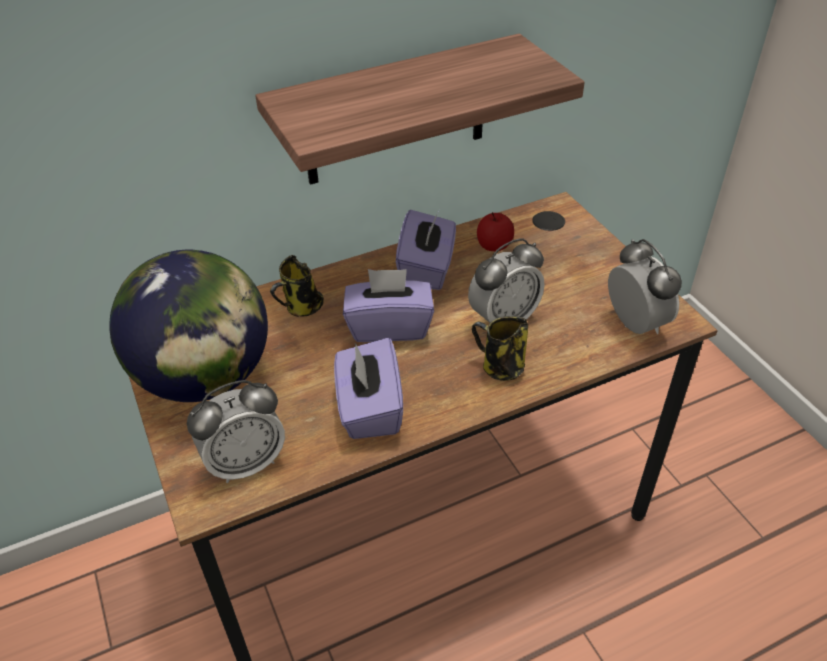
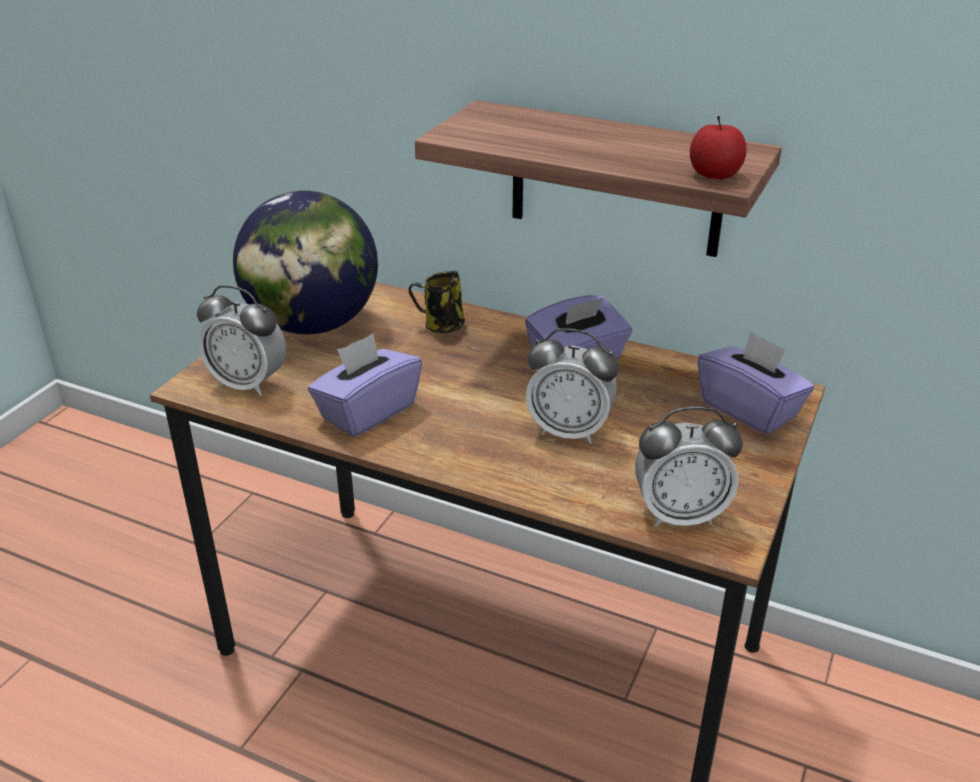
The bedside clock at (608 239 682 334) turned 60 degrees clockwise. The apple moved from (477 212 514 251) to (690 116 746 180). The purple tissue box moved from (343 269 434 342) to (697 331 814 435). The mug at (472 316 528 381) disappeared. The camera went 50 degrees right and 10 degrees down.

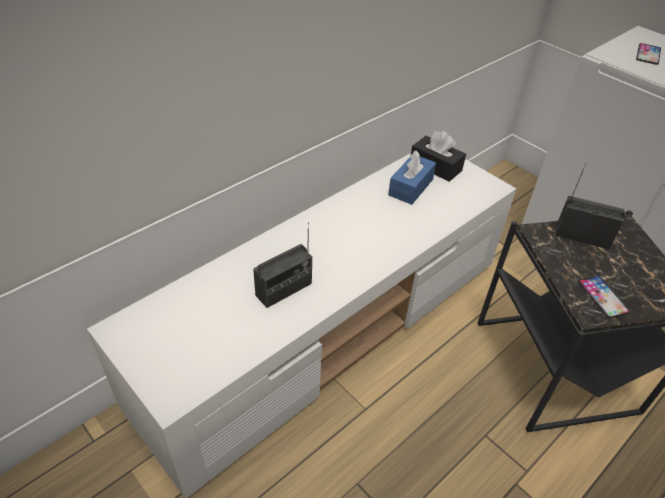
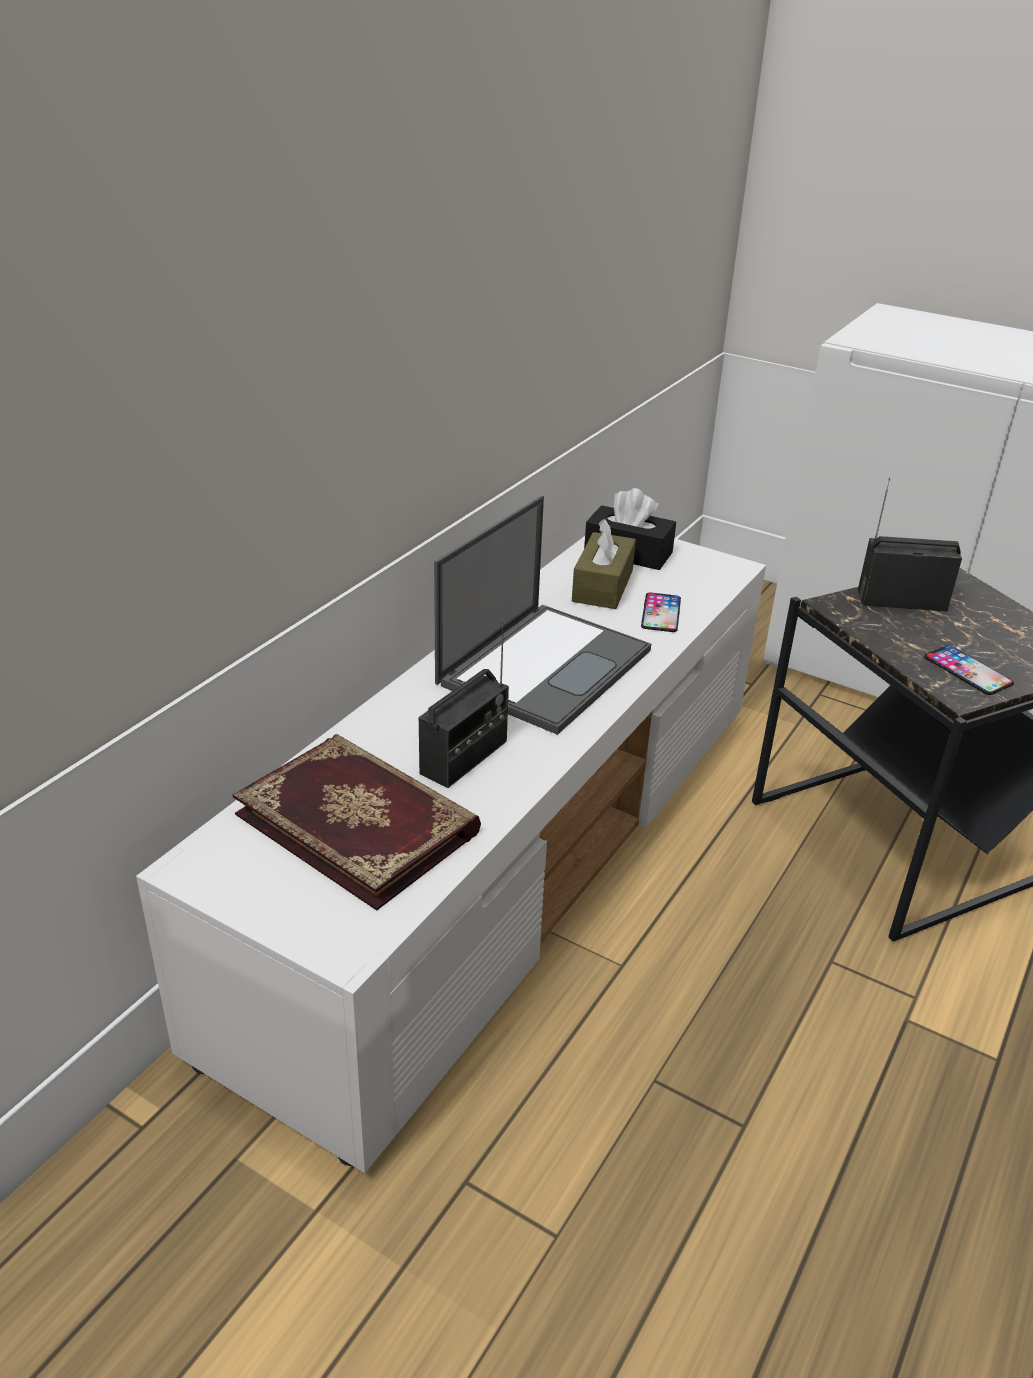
The bound book at (233 734 481 911) appeared. The notebook computer at (434 496 651 735) appeared. The blue-coloured tissue box at (388 151 436 205) became the brown tissue box at (572 519 636 609). The telephone moved from (636 43 661 65) to (641 593 681 632). The camera went 15 degrees left and 10 degrees down.

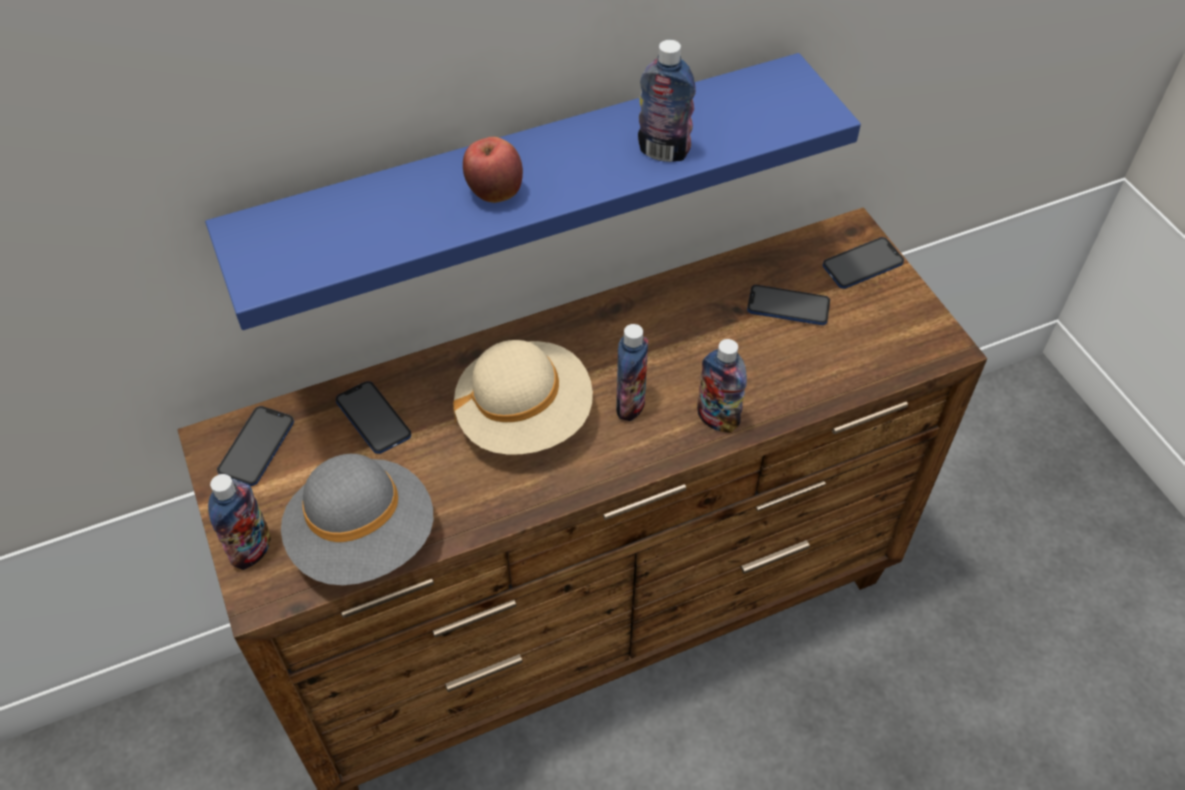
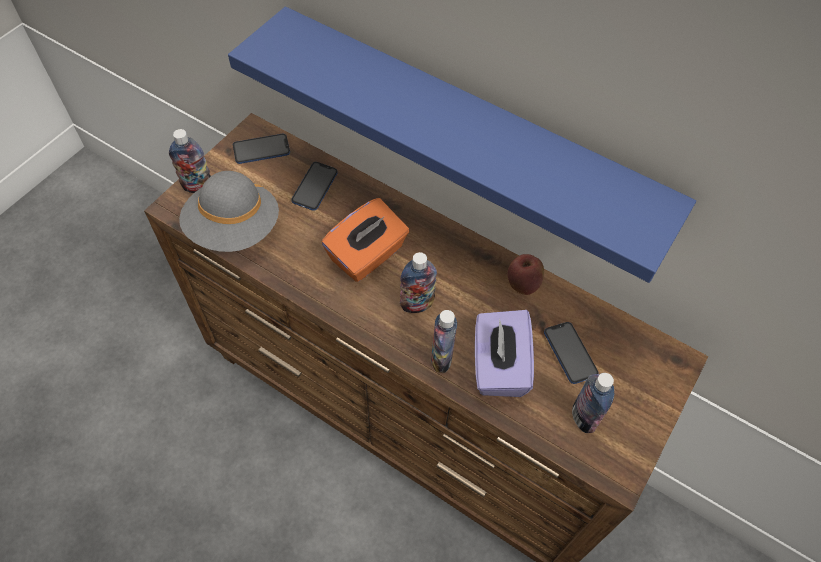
The beige wearable hat at (453 340 593 455) was replaced by the orange-coloured tissue box at (322 198 410 282). The purple tissue box at (475 310 534 397) appeared. The apple moved from (463 137 523 203) to (508 254 544 295). The drink bottle moved from (638 40 696 162) to (572 373 614 433). The telephone at (823 237 904 289) disappeared. The camera went 55 degrees right and 5 degrees up.

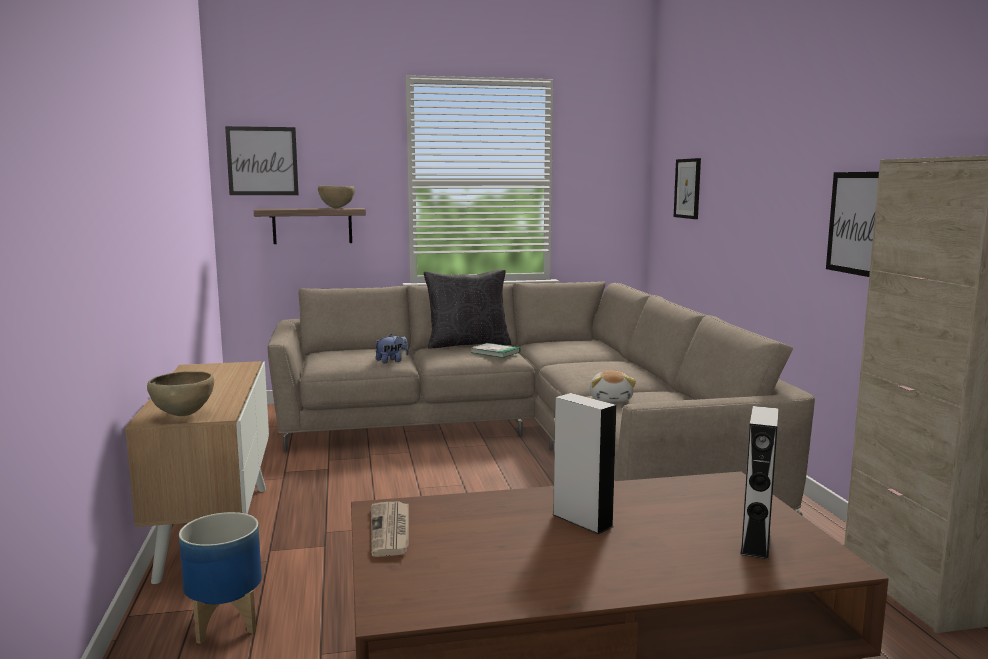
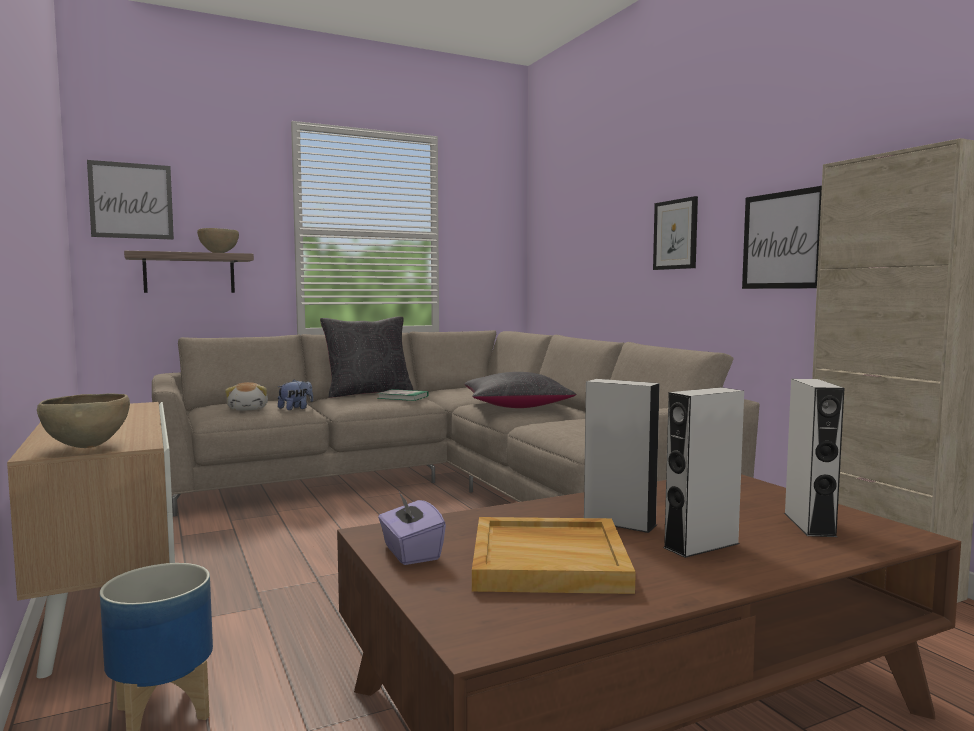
The soft toy moved from (589 371 636 402) to (225 382 268 411). The printed paper at (371 501 409 557) was replaced by the purple tissue box at (378 492 446 565). The black pillow at (465 372 577 408) appeared. The beige carrying tray at (472 517 636 594) appeared. The wall art moved from (674 158 701 219) to (653 196 698 270). The grey loudspeaker at (663 387 744 558) appeared. The camera went 15 degrees left and 5 degrees down.

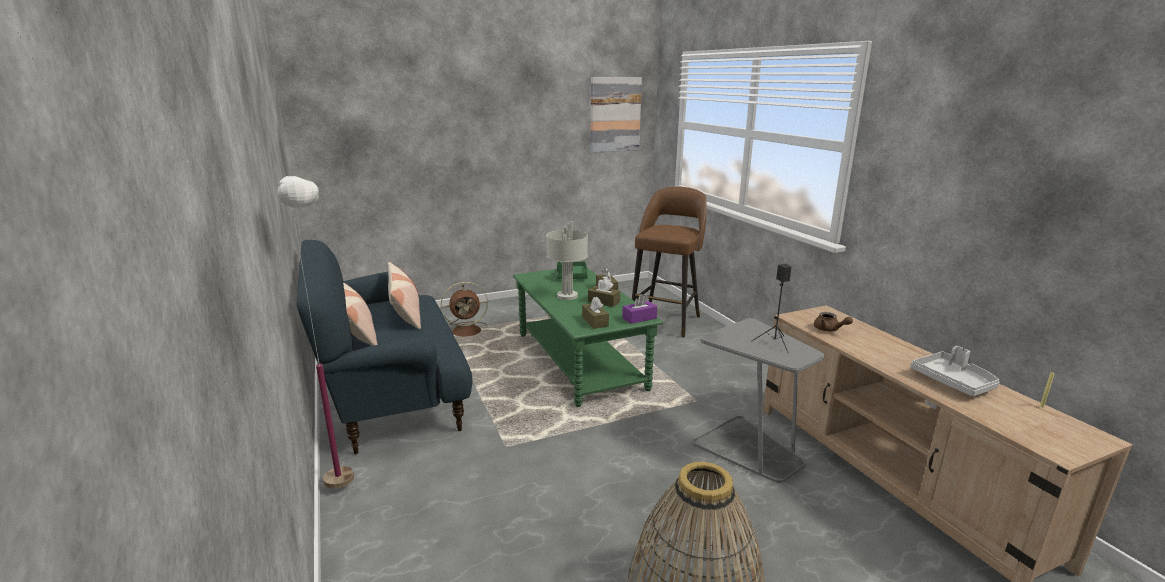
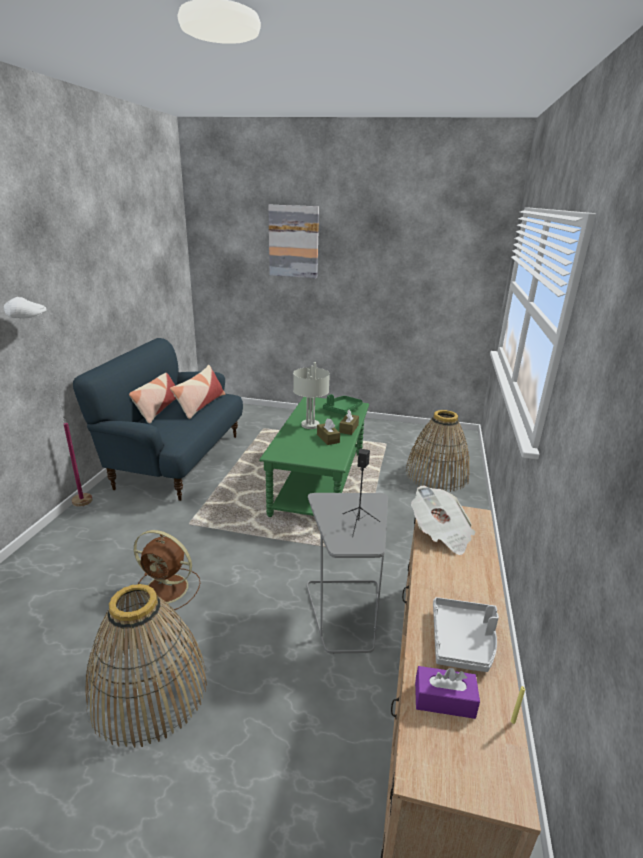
The brown fan moved from (441 282 488 337) to (134 530 200 610). The wall art moved from (591 77 642 153) to (268 205 319 278). The brown stool at (632 187 707 338) was replaced by the storage basket at (406 410 470 492). The brown tea pot at (814 312 853 332) was replaced by the printed paper at (411 485 476 555). The purple tissue box moved from (622 294 657 324) to (415 666 480 719). The brown tissue box at (582 296 609 329) disappeared. The camera went 35 degrees right and 5 degrees up.

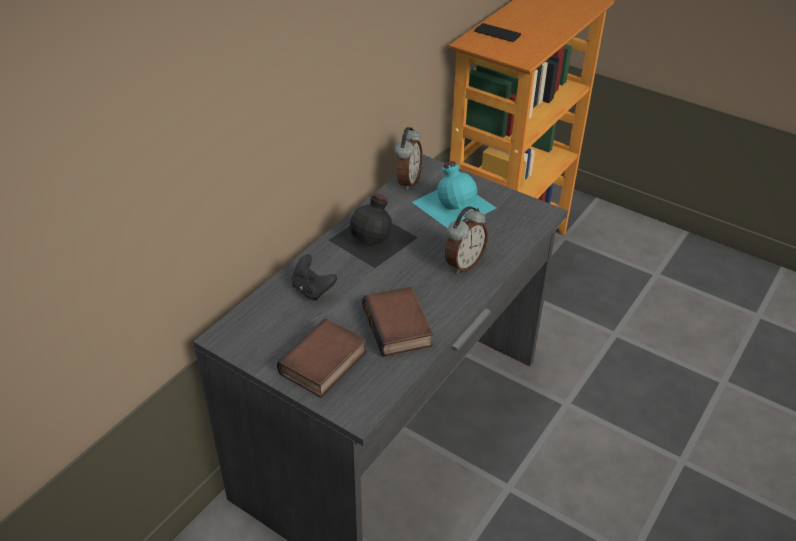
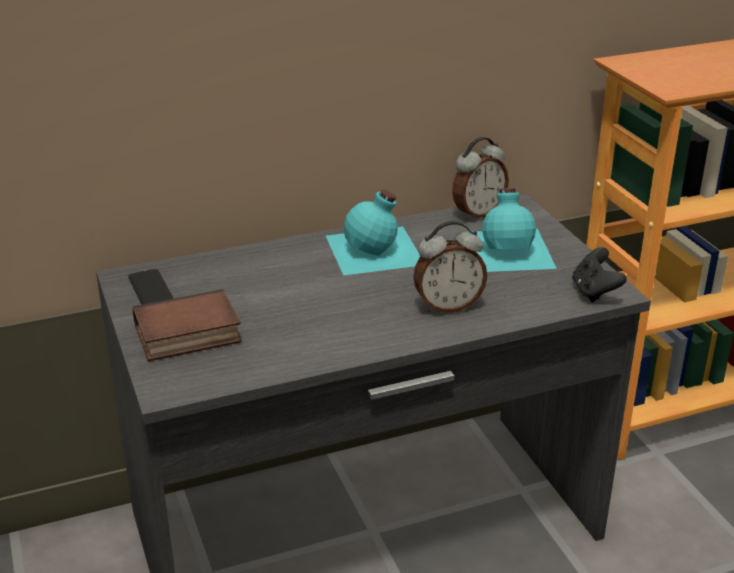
The telephone moved from (475 23 521 42) to (128 269 174 305). The black drink bottle at (329 194 418 268) became the turquoise drink bottle at (326 190 420 275). The black joypad moved from (292 254 337 301) to (572 247 627 302). The bound book at (362 287 433 357) disappeared. The camera went 35 degrees right and 10 degrees down.

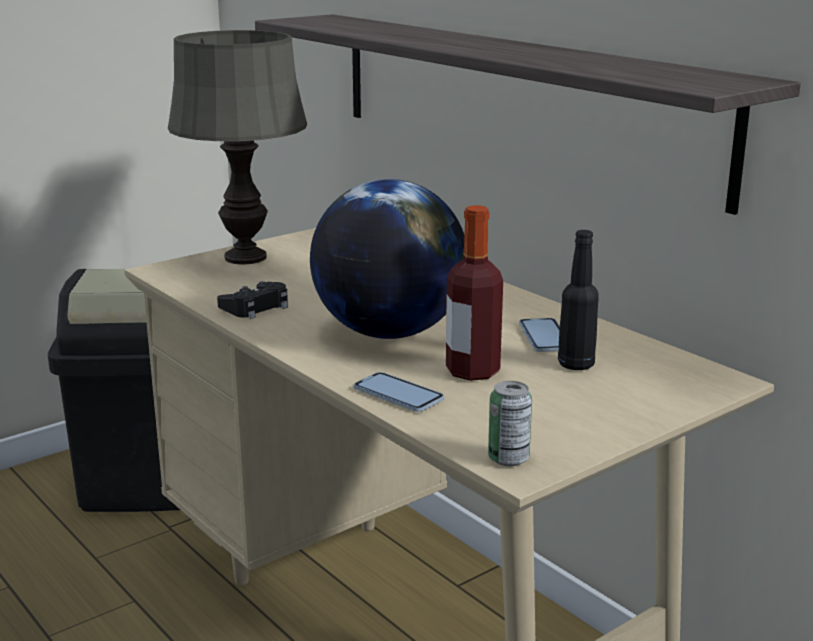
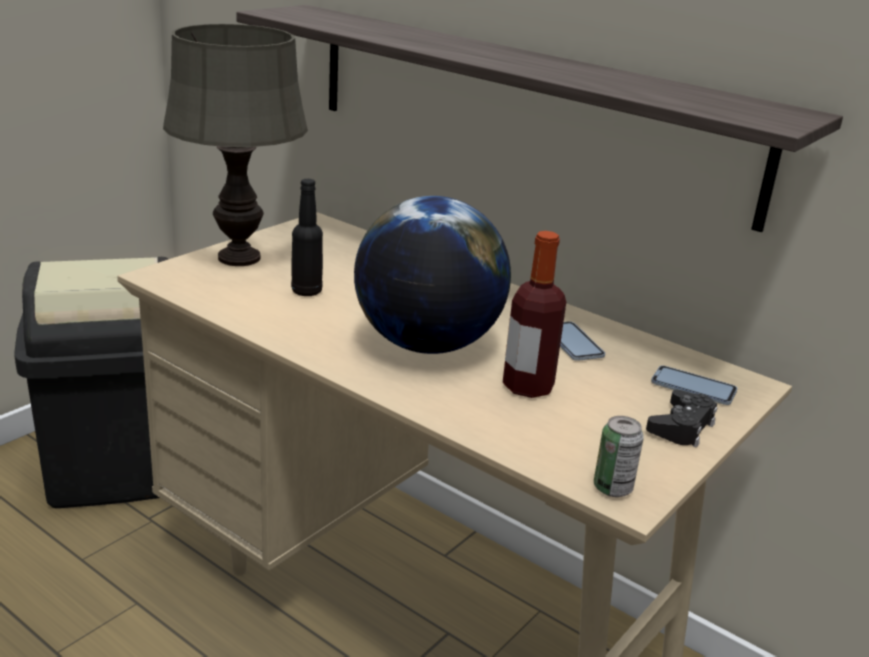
The black drink bottle moved from (558 230 599 370) to (291 179 323 296). The black joypad moved from (217 281 288 319) to (646 390 717 447). The telephone moved from (354 372 444 412) to (651 366 738 405). The camera went 15 degrees left and 5 degrees up.

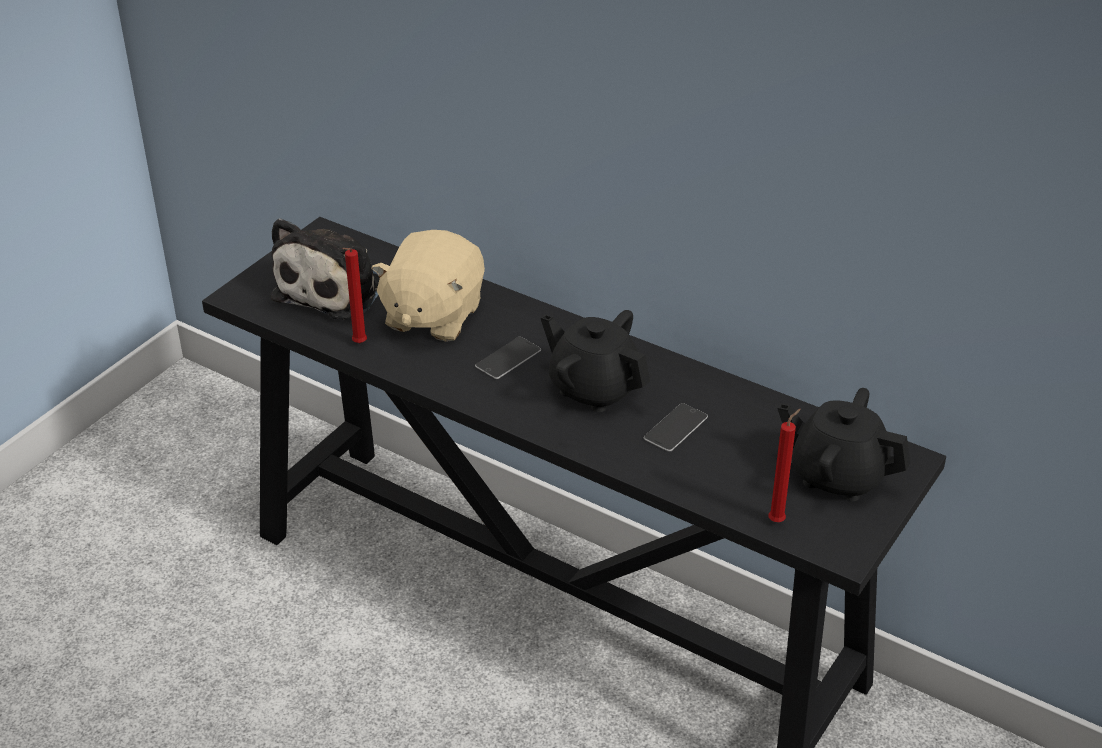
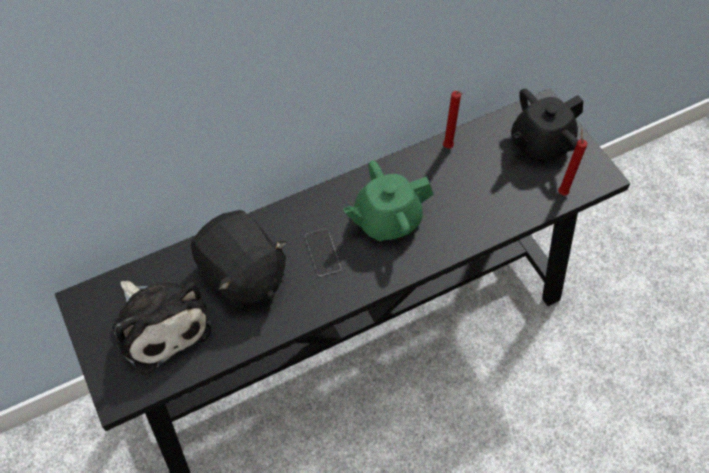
The beige soft toy at (371 230 485 342) became the black soft toy at (191 210 287 310). The black tea pot at (541 310 650 412) became the greenish tea pot at (343 160 434 241). The reddish wax light moved from (343 248 367 343) to (443 91 463 149). The telephone at (644 403 708 452) disappeared. The camera went 60 degrees left and 20 degrees up.

